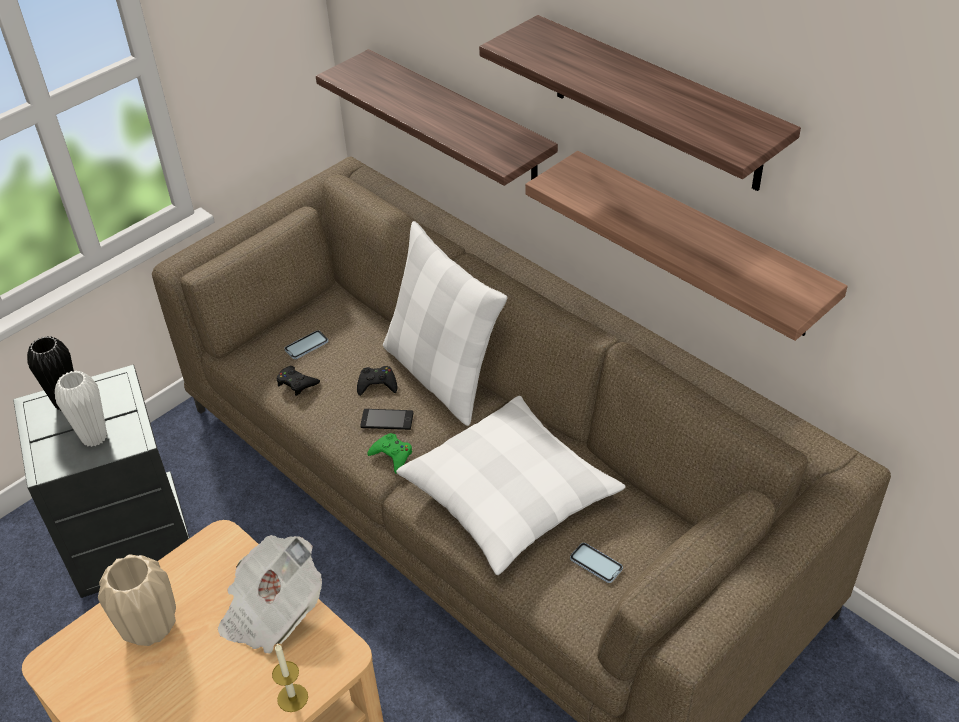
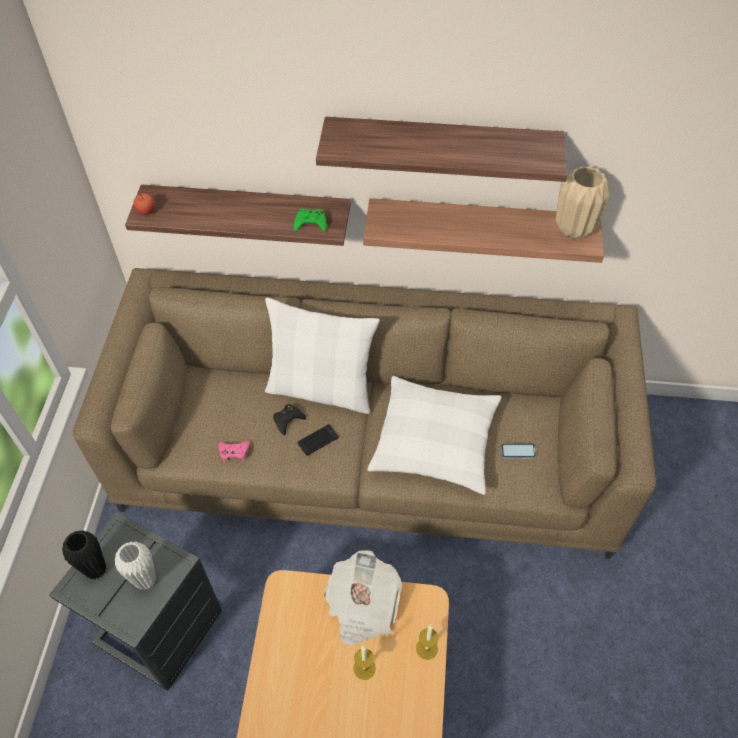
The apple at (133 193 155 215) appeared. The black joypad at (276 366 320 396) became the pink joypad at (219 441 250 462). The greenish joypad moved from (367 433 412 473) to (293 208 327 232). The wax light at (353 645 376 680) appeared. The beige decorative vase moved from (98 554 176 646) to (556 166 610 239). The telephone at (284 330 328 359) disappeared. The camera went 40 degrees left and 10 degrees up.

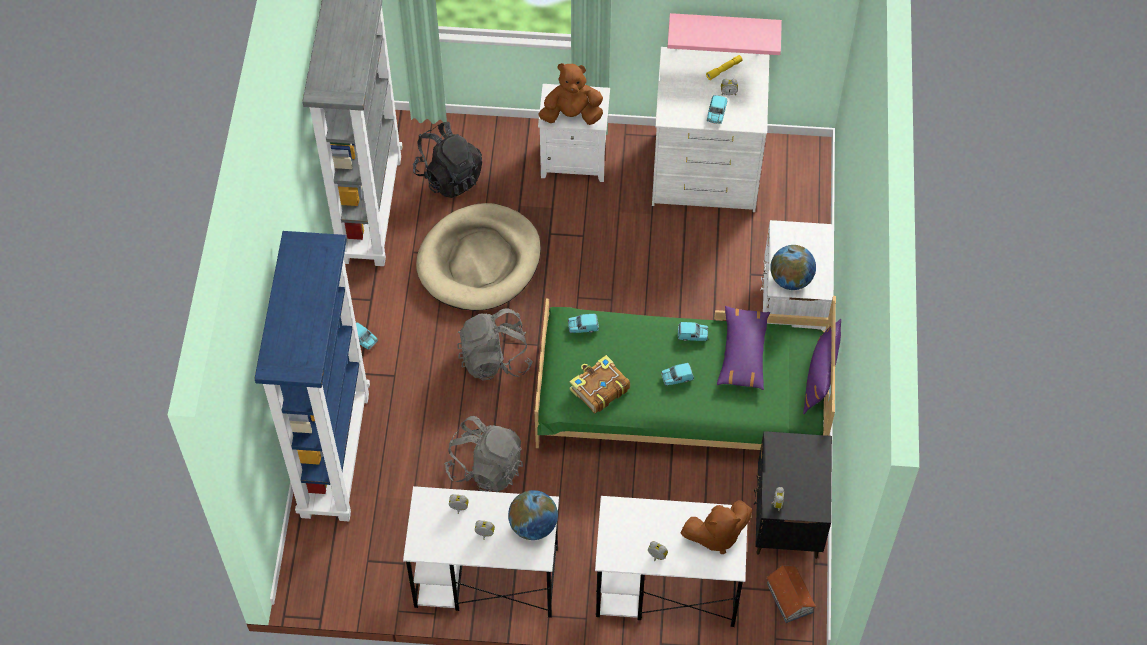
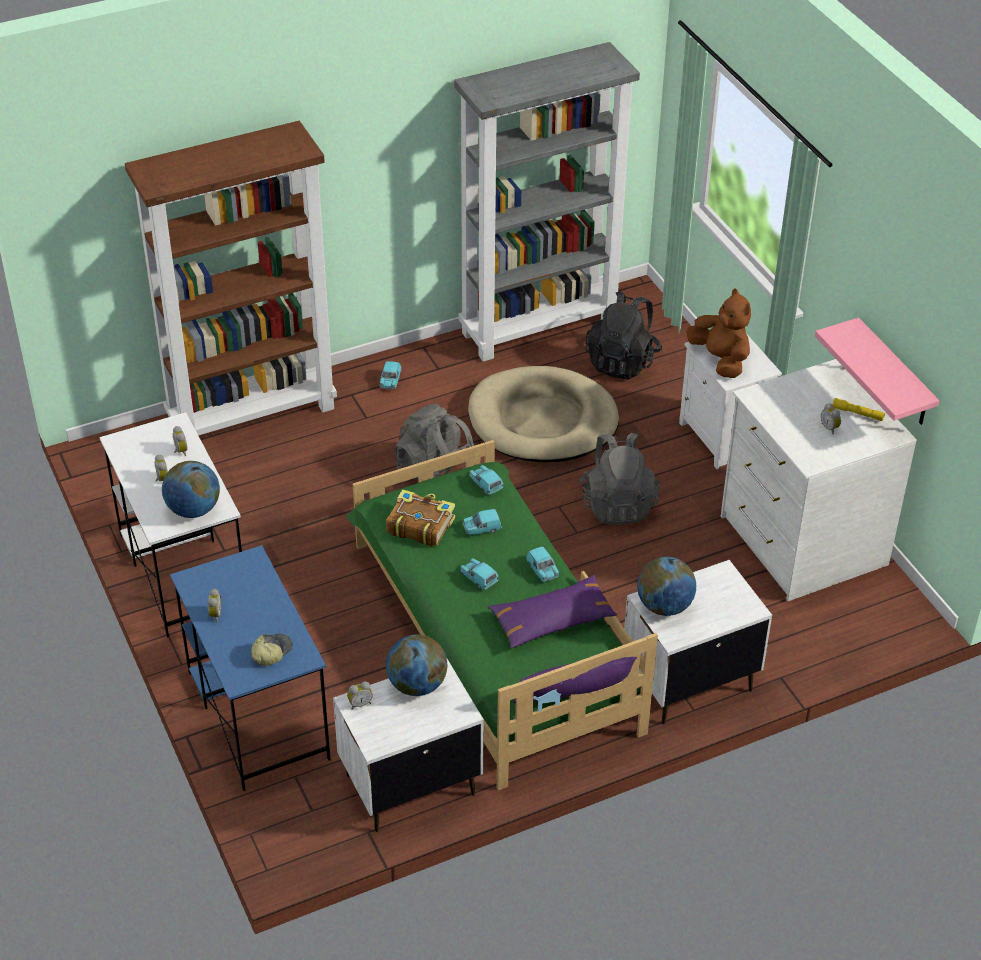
The blue-coloured bookcase at (254 231 370 521) became the brown bookcase at (125 121 337 436). The whitish desk table at (595 496 747 627) became the blue-coloured desk table at (170 545 330 791). The brown soft toy at (681 500 752 554) was replaced by the peaked cap at (251 634 293 666). The black bedside table at (754 431 832 559) became the whitish bedside table at (333 659 484 832). The globe at (386 634 447 696) appeared. The turquoise model car moved from (707 95 727 124) to (462 509 502 535). The grey rucksack moved from (444 416 523 492) to (579 433 660 525). The miniature house at (766 565 816 623) disappeared. The camera went 60 degrees right and 15 degrees down.

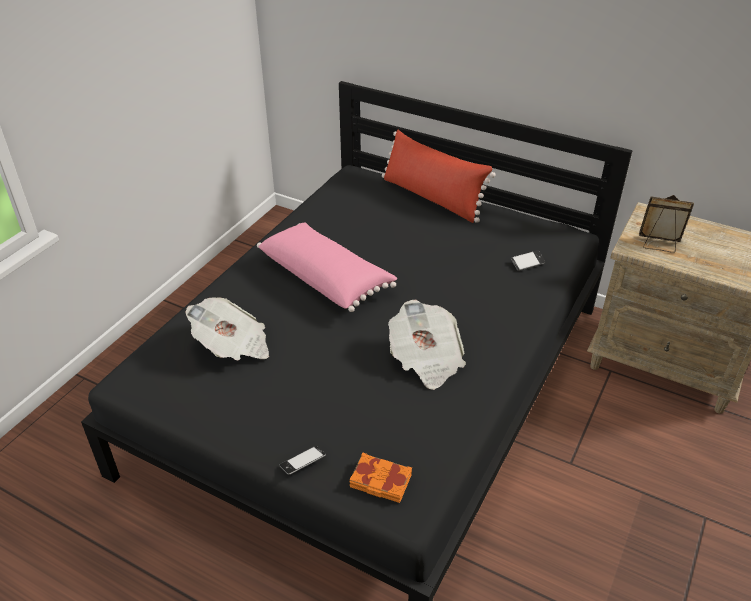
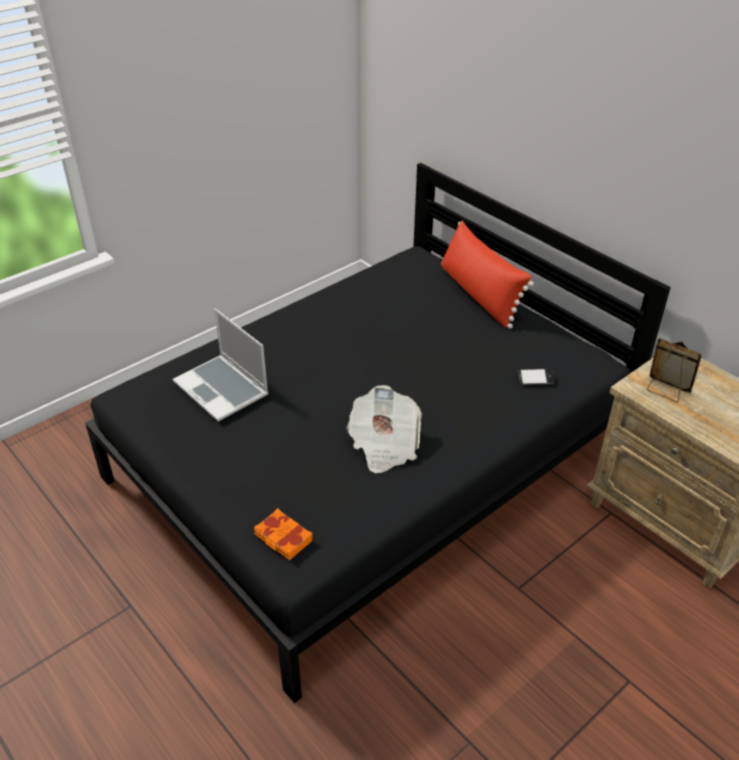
The printed paper at (186 297 269 361) was replaced by the notebook computer at (173 309 268 422). The pink pillow at (257 223 397 312) disappeared. The telephone at (279 446 326 475) disappeared. The camera went 20 degrees right and 0 degrees up.

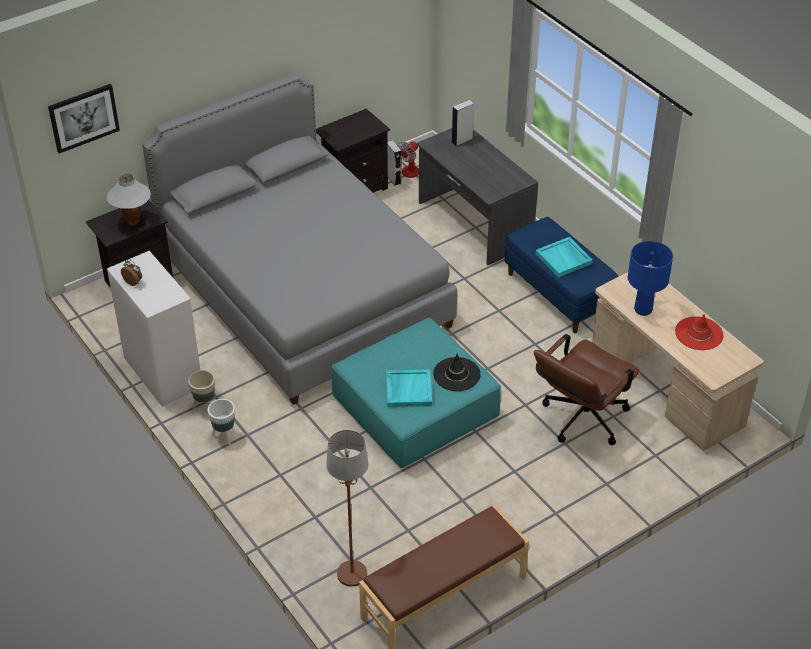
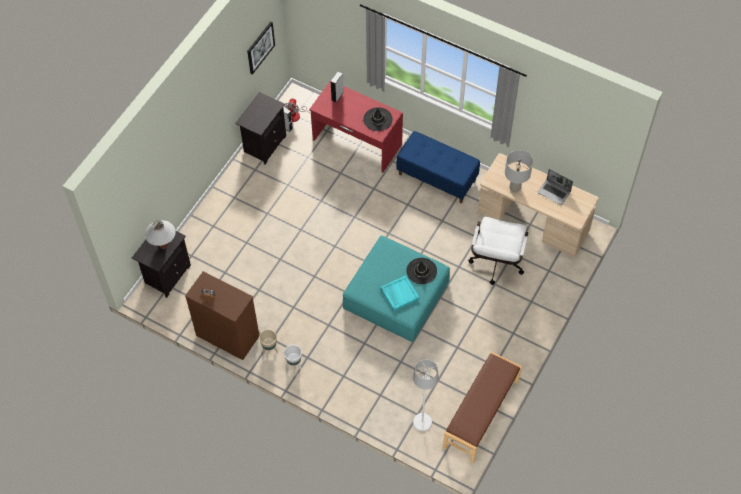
The whitish drawer chest at (107 251 200 407) became the brown drawer chest at (185 271 259 360). The wall art moved from (48 84 120 153) to (247 22 275 75). The grey desk table at (417 128 538 265) became the reddish desk table at (309 80 403 173). The black wearable hat at (363 107 393 131) appeared. The brown standard lamp at (326 430 368 587) became the whitish standard lamp at (413 359 439 431). The brown desk chair at (534 334 640 445) became the whitish desk chair at (468 217 528 285). The blue-coloured lamp for a table at (628 241 673 316) became the grey lamp for a table at (505 150 533 192). The reddish wearable hat at (675 314 724 350) was replaced by the notebook computer at (538 169 573 205). The grey sleeping bed at (142 74 457 405) disappeared. The turquoise carrying tray at (536 237 593 278) disappeared. The camera went 25 degrees left and 15 degrees up.

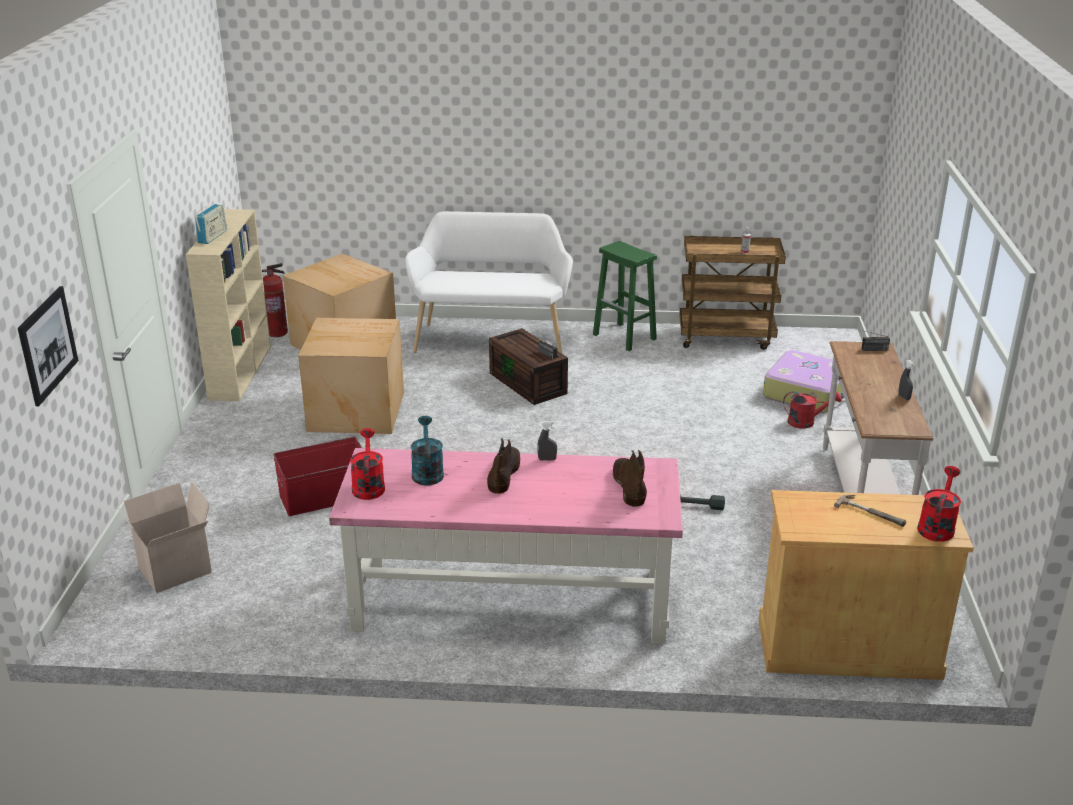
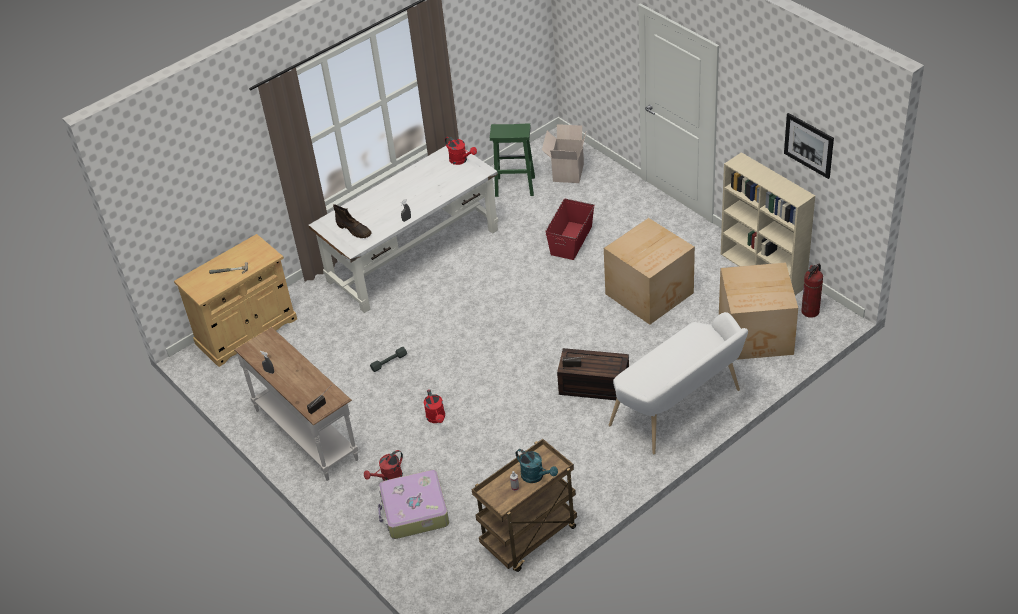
The pink desk table at (329 448 683 644) became the whitish desk table at (308 146 499 313). The reddish sprinkling can moved from (917 466 961 542) to (424 390 445 423). The greenish stool moved from (593 241 657 351) to (490 123 535 197). The turquoise sprinkling can moved from (411 416 444 486) to (516 449 558 483). The wall art moved from (18 286 79 406) to (784 113 834 179). The radio set at (195 204 227 244) disappeared. The brown tall boot at (487 438 520 494) disappeared. The camera went 140 degrees right and 15 degrees up.

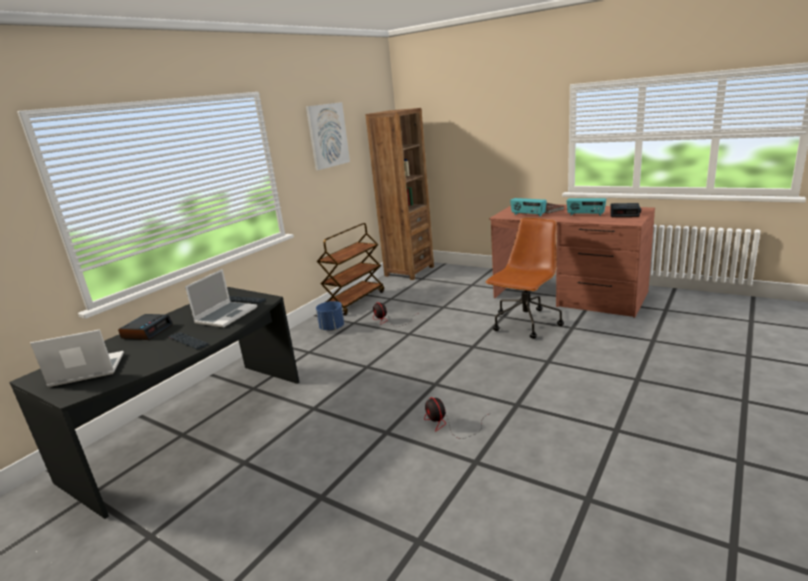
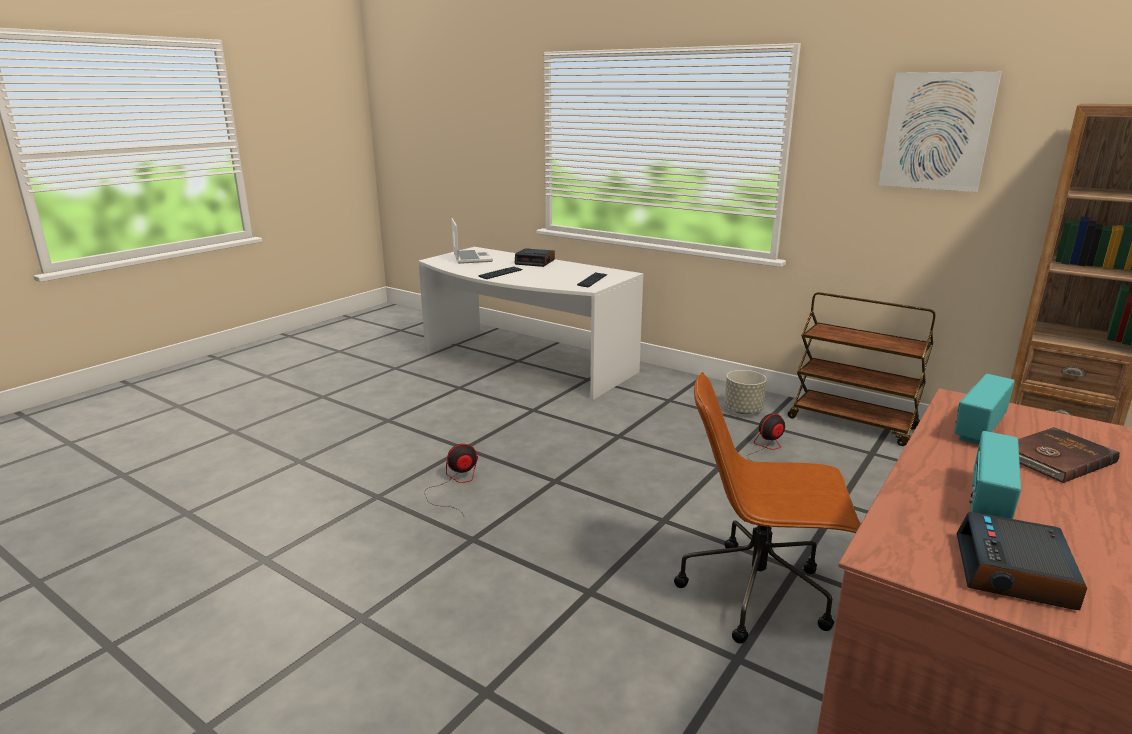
The black desk table at (9 287 299 519) became the whitish desk table at (418 247 644 400). The brown desk chair at (485 218 564 339) turned 150 degrees clockwise. The blue-coloured flower pot at (316 301 344 331) became the grey flower pot at (724 370 767 414). The notebook computer at (185 269 257 327) disappeared. The camera went 90 degrees right and 0 degrees up.

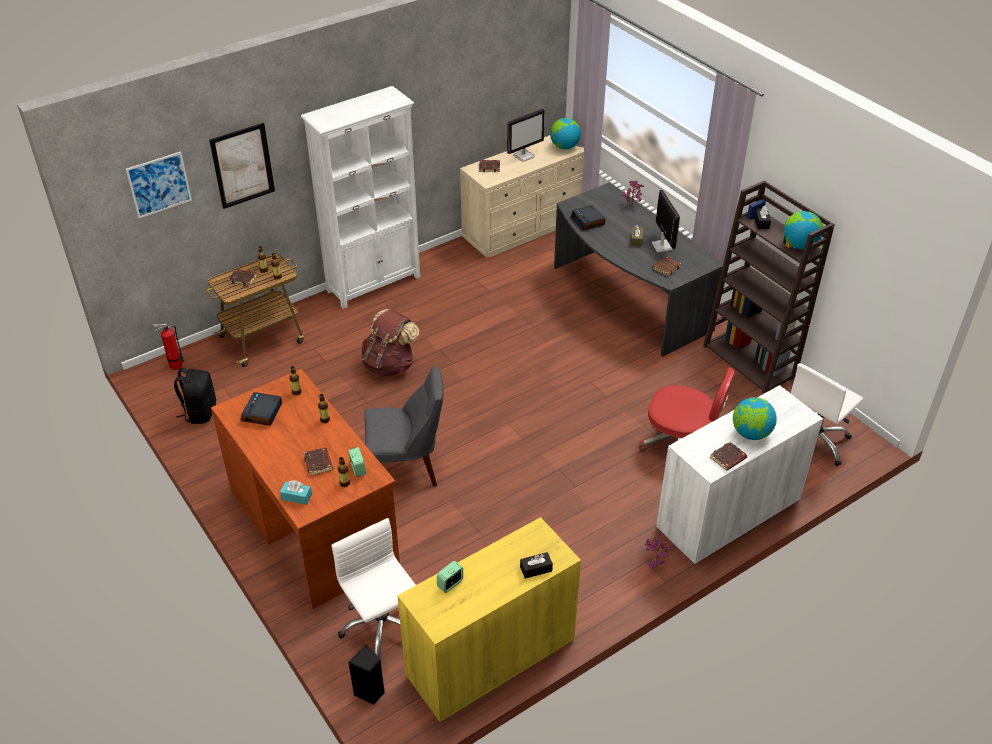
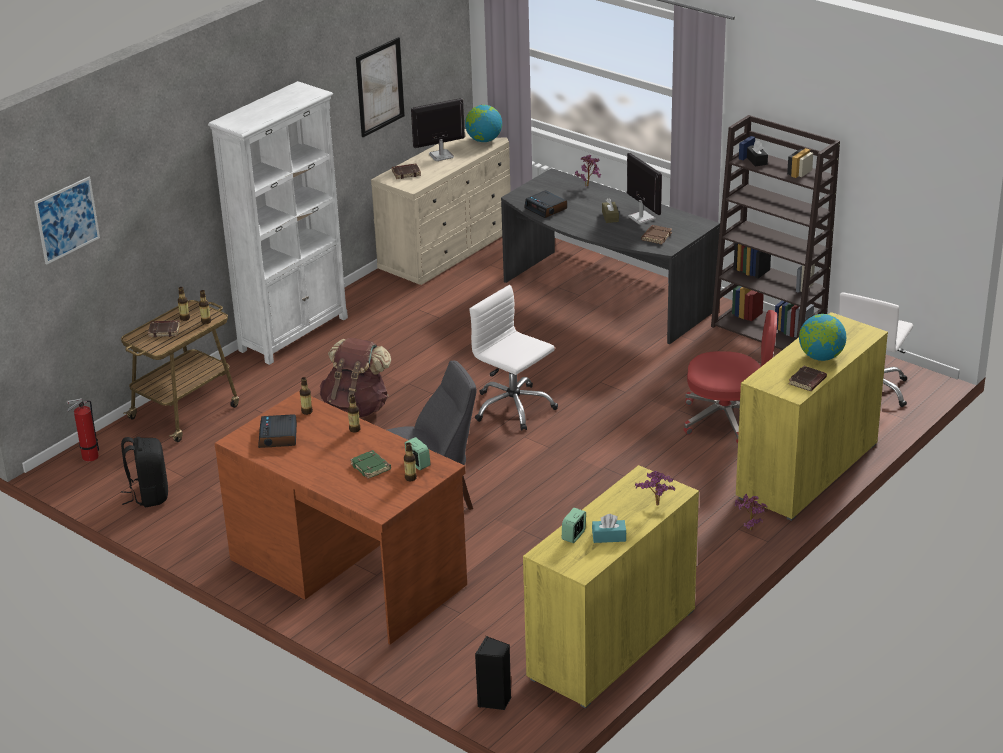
The brown bound book at (303 447 333 476) became the greenish bound book at (350 450 391 479). The wall art moved from (209 123 275 209) to (356 37 405 137). The computer display at (507 109 545 162) turned 150 degrees counterclockwise. The whitish desk chair moved from (331 518 416 658) to (469 285 558 431). The turquoise tissue box moved from (280 480 312 505) to (592 514 627 543). The black tissue box at (520 552 553 579) was replaced by the potted plant at (635 471 675 506). The whitish cabinet at (656 385 823 565) became the yellow cabinet at (736 312 888 521). The globe at (784 211 823 249) disappeared. The camera went 15 degrees left and 10 degrees down.

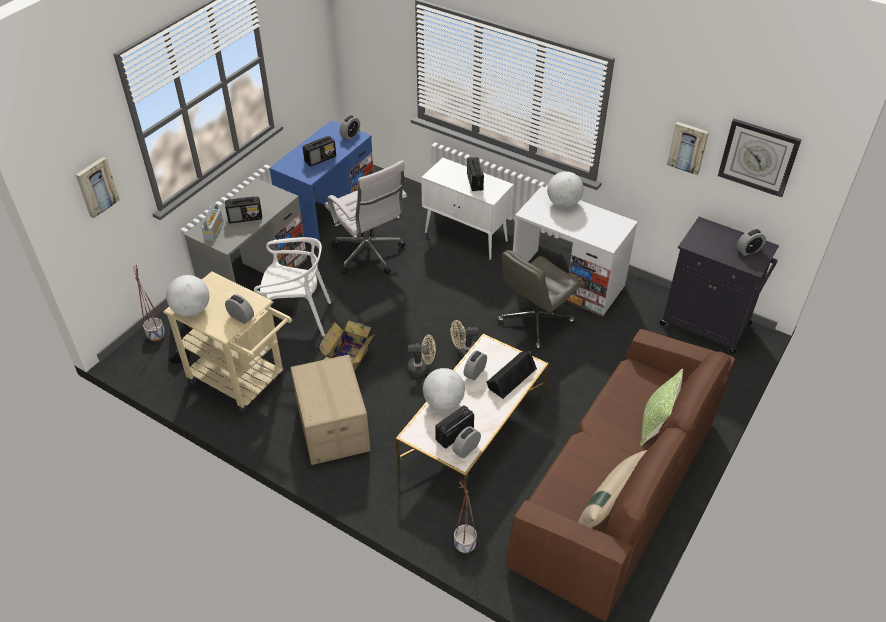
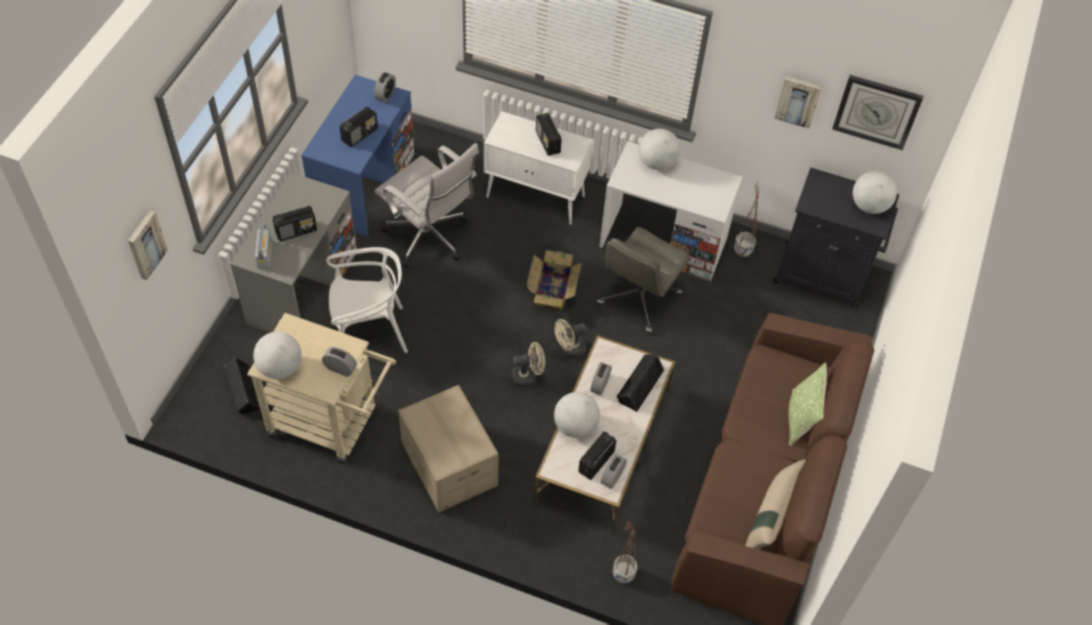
The carton moved from (319 320 375 371) to (527 250 582 310). The flower pot moved from (133 265 165 341) to (734 182 759 257). The bedside clock at (737 229 766 256) was replaced by the globe at (853 171 897 214). The camera went 15 degrees left and 10 degrees up.

